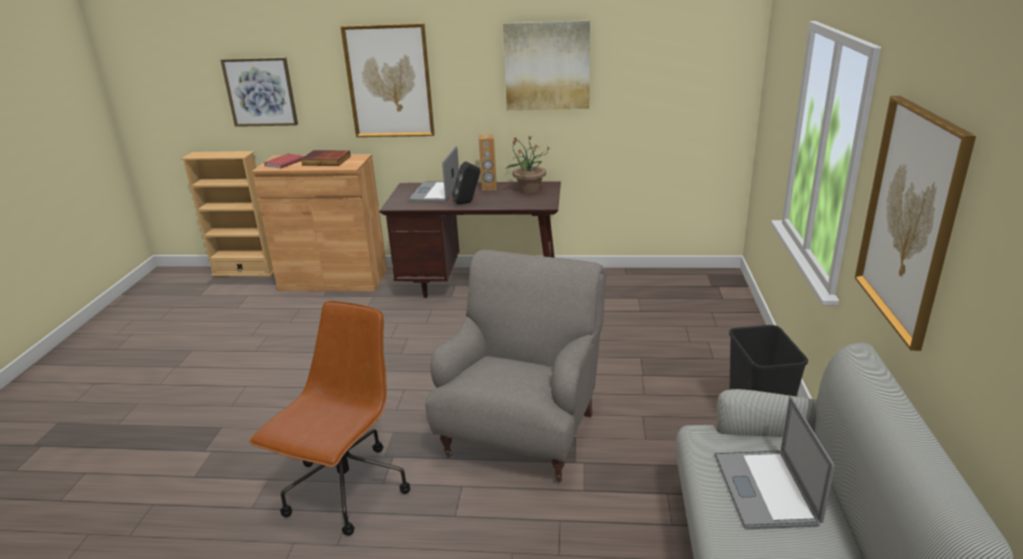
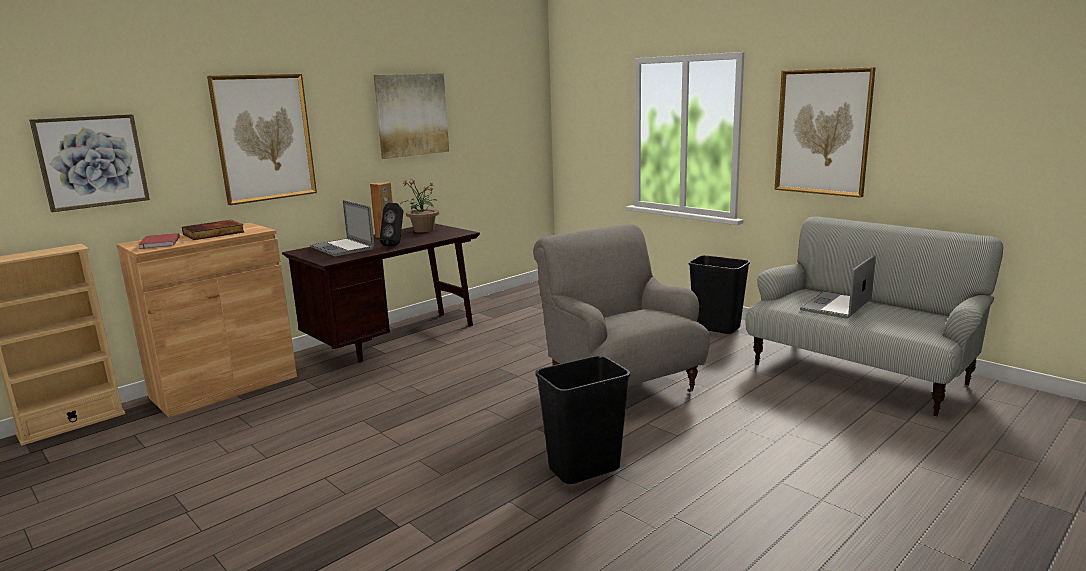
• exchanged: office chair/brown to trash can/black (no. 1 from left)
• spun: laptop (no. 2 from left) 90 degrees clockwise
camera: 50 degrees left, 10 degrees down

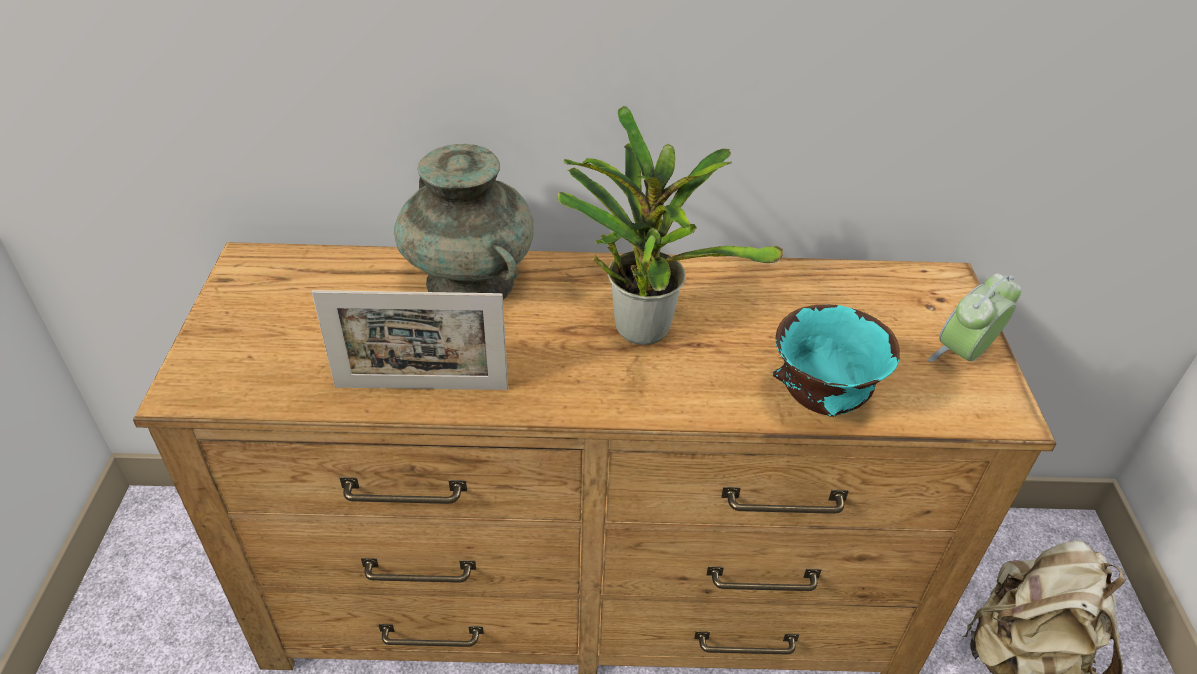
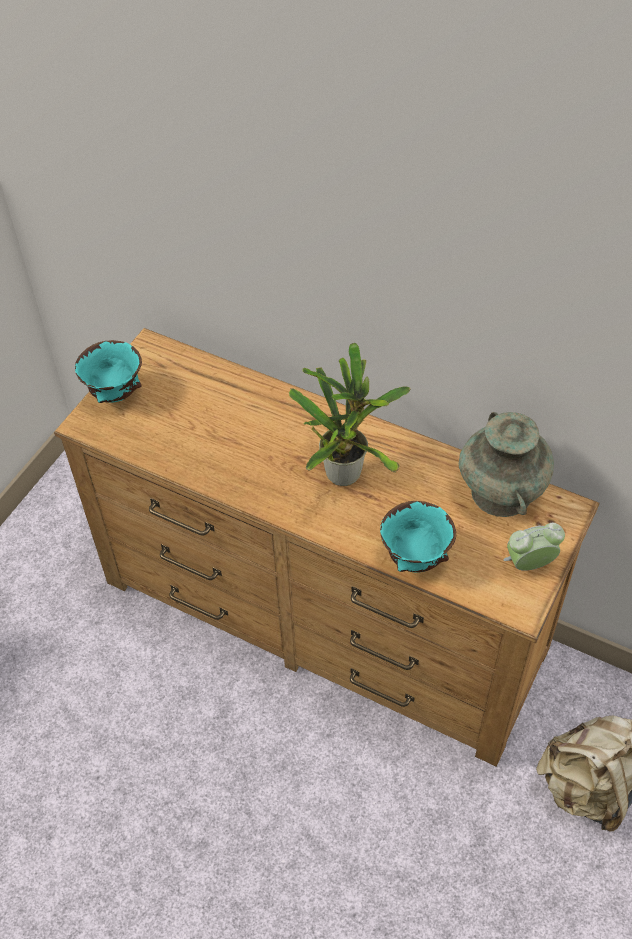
• missing: picture frame
• relocated: vase/turquoise
• appeared: bowl/turquoise (no. 1 from left)
camera: 30 degrees right, 10 degrees up

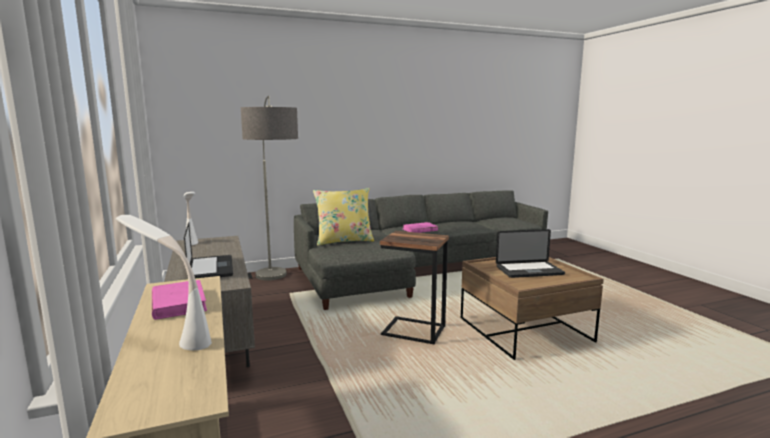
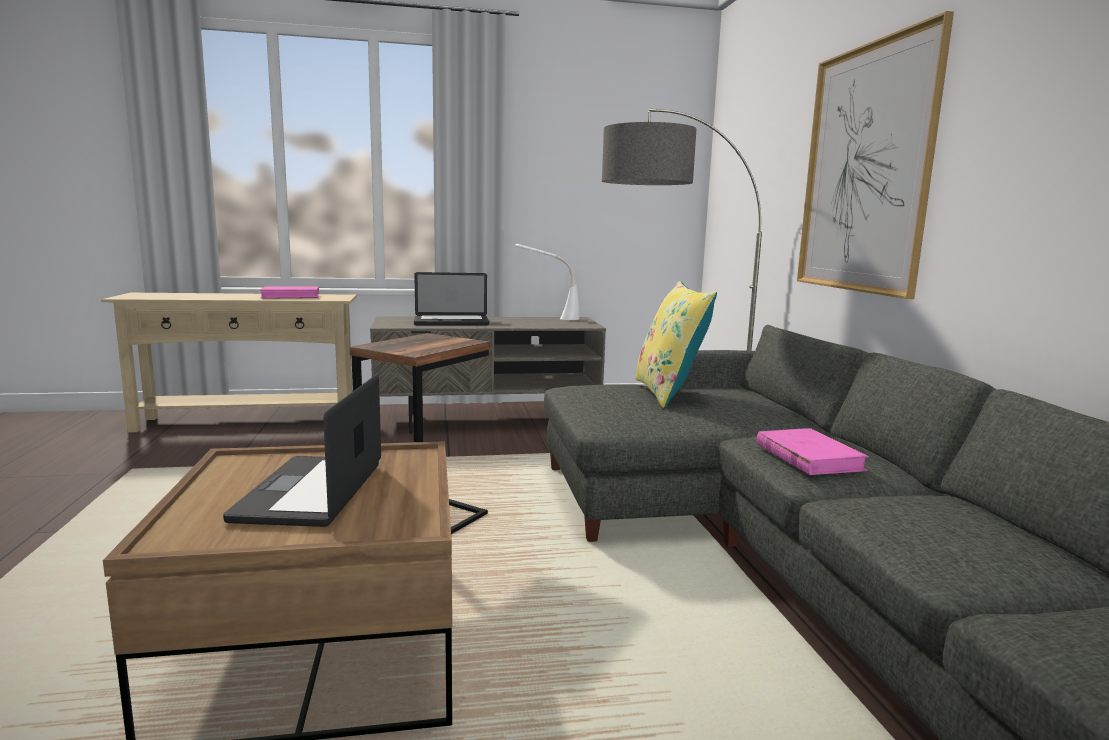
• missing: table lamp/white (no. 1 from left)
• appeared: picture
camera: 100 degrees right, 0 degrees up

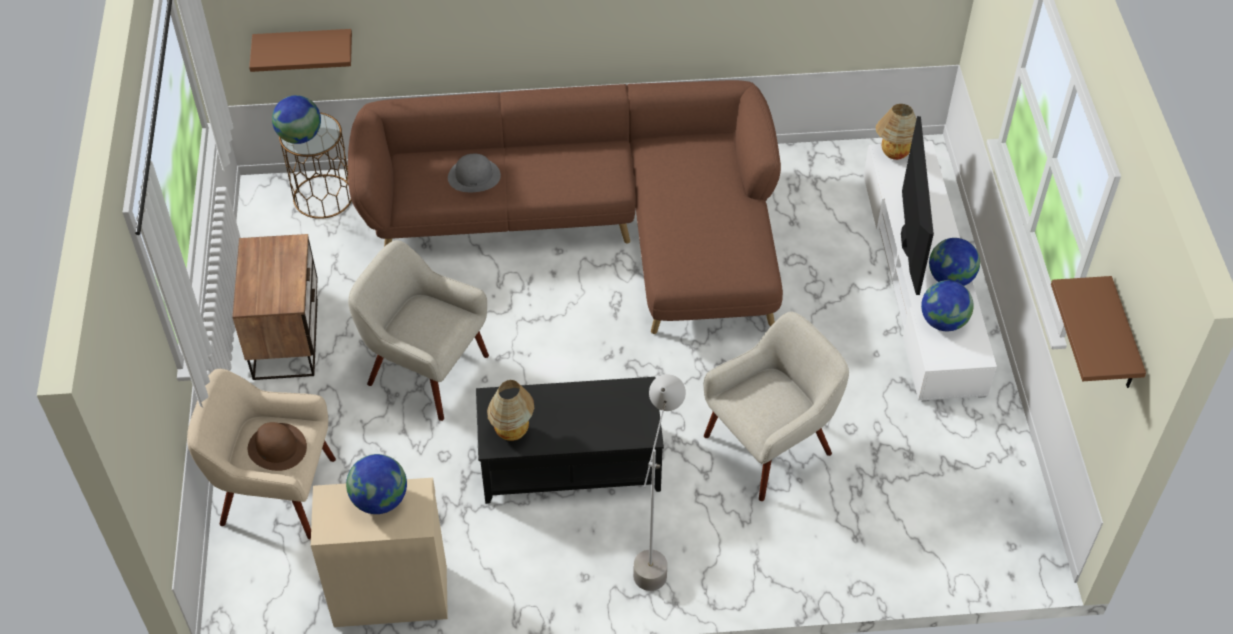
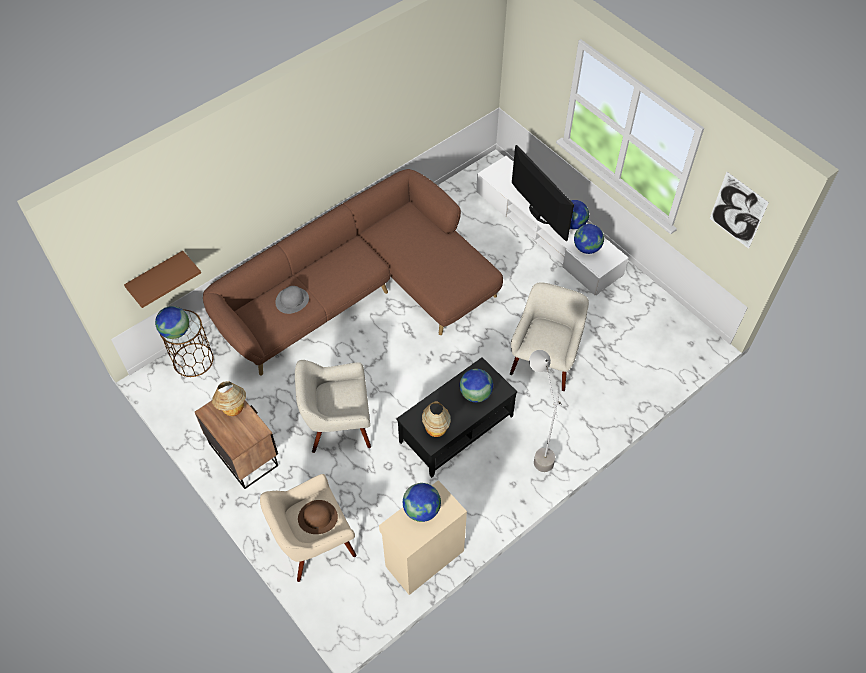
• relocated: table lamp (no. 2 from left in the first image) to table lamp (no. 1 from left)
• exchanged: shelf/brown (no. 2 from left) to picture
• appeared: globe (no. 3 from left)
camera: 35 degrees left, 5 degrees up

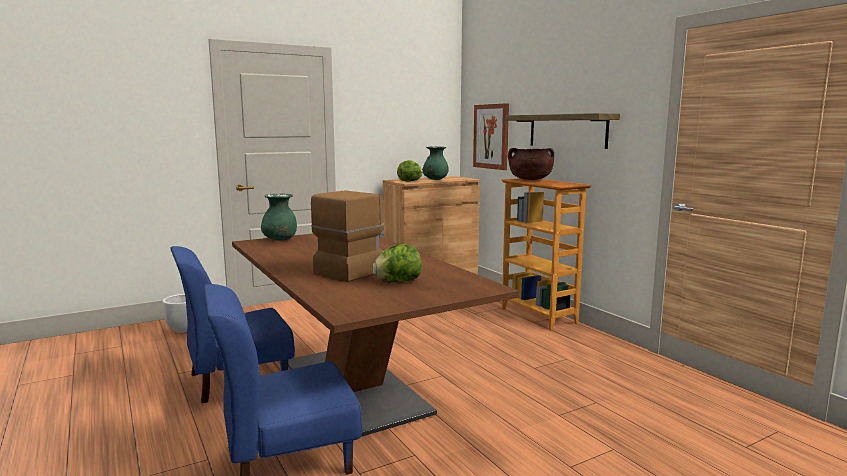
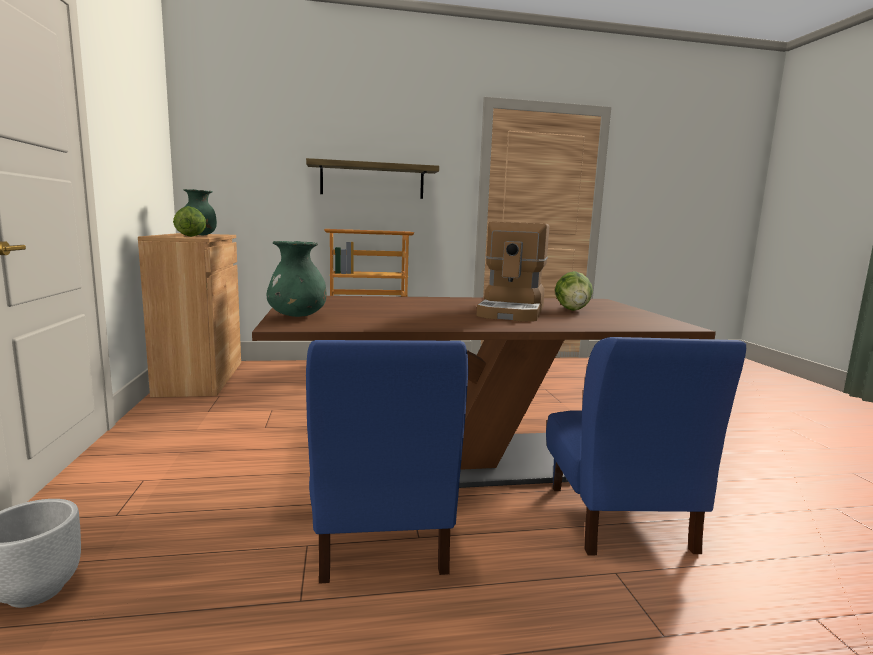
• spun: coffee machine 135 degrees counterclockwise
• missing: picture
• missing: cooking pot/brown
camera: 70 degrees left, 0 degrees up

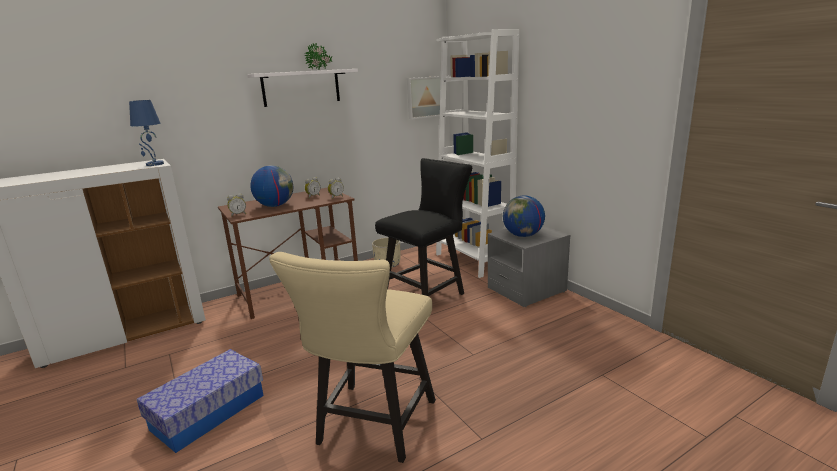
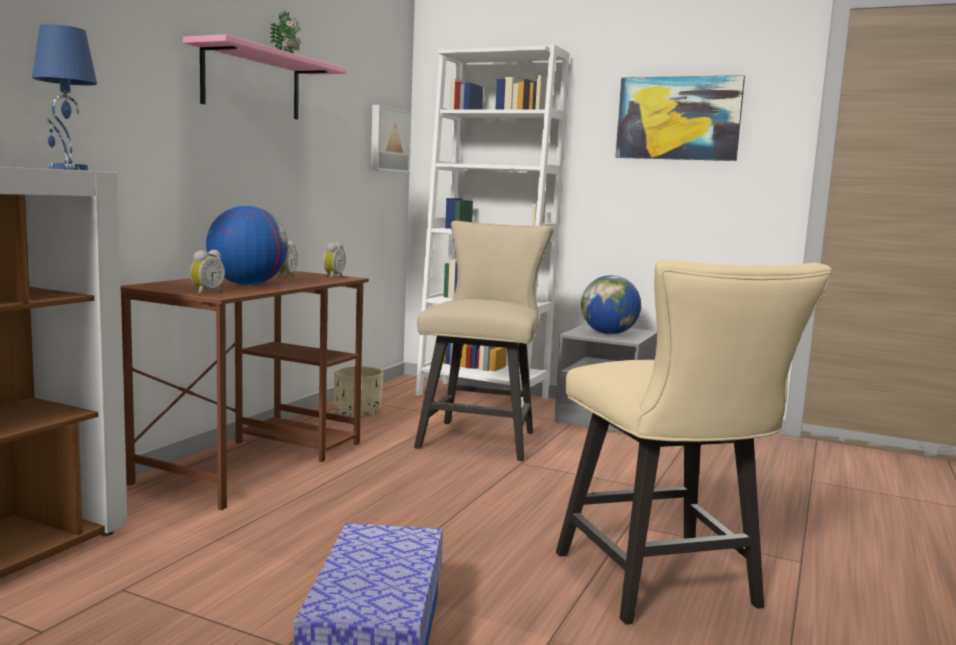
• colour: shelf/white to shelf/pink
• colour: chair/black to chair/beige (no. 1 from left)
• appeared: picture (no. 2 from left)
camera: 35 degrees left, 10 degrees down

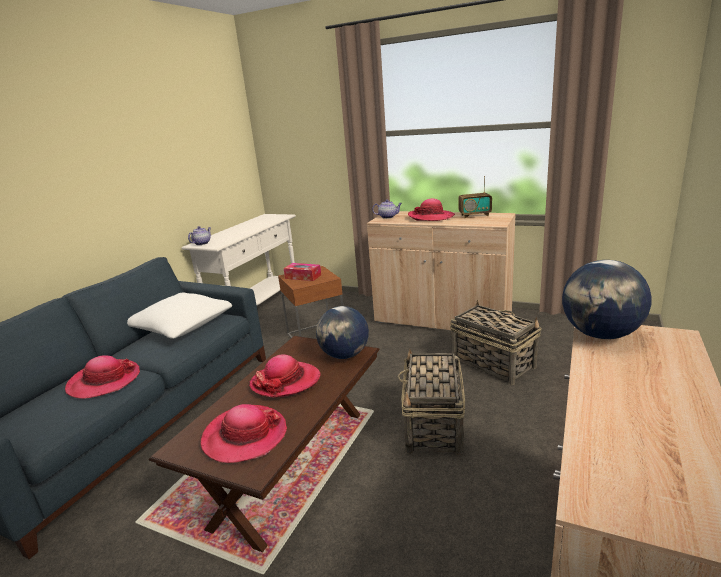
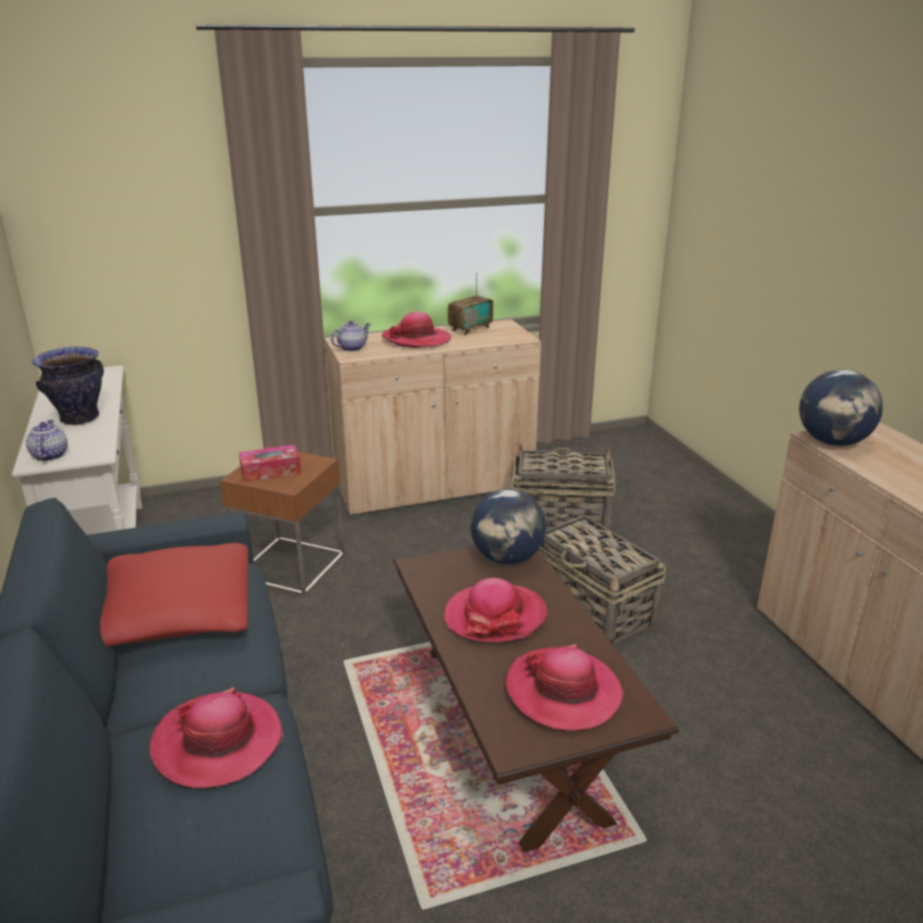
• colour: pillow/white to pillow/red
• appeared: vase
camera: 45 degrees left, 5 degrees up

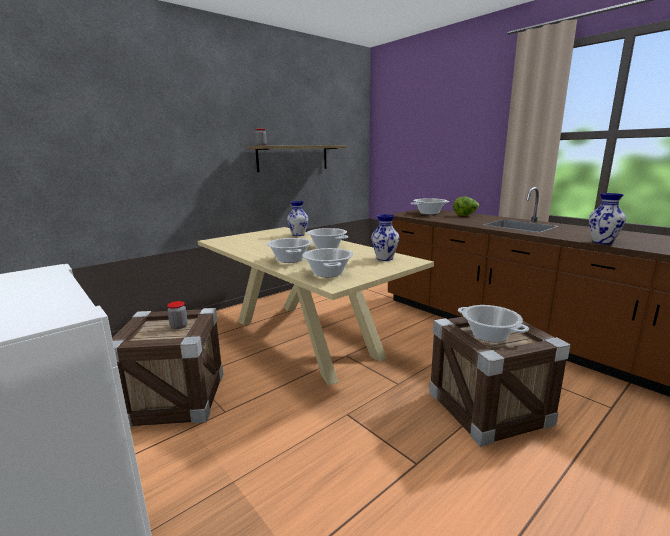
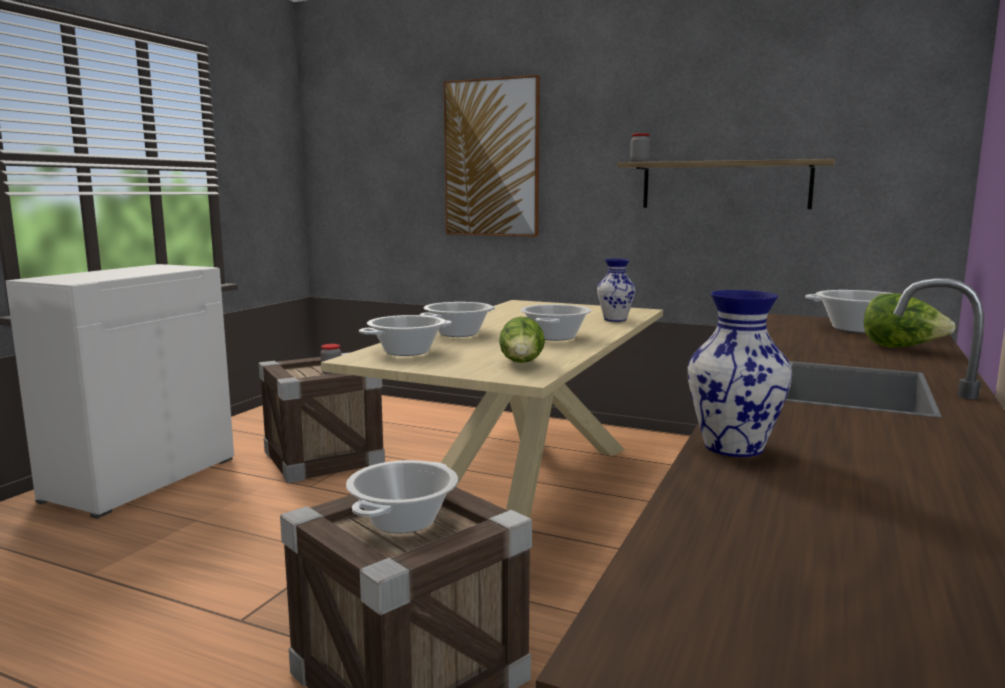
• exchanged: vase (no. 2 from left) to lettuce (no. 1 from left)
• appeared: picture
camera: 65 degrees right, 5 degrees down

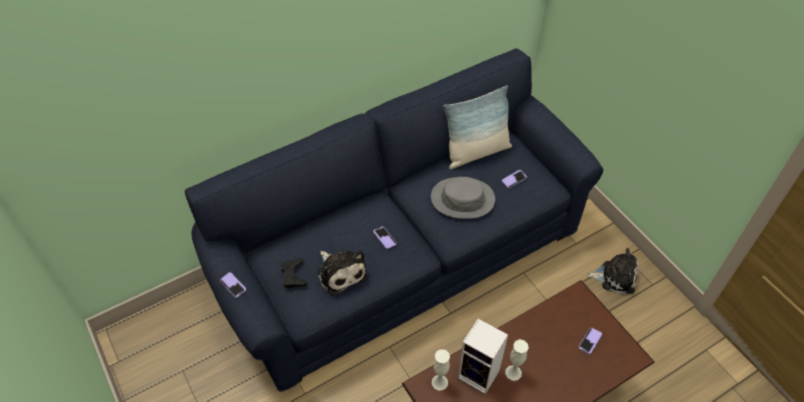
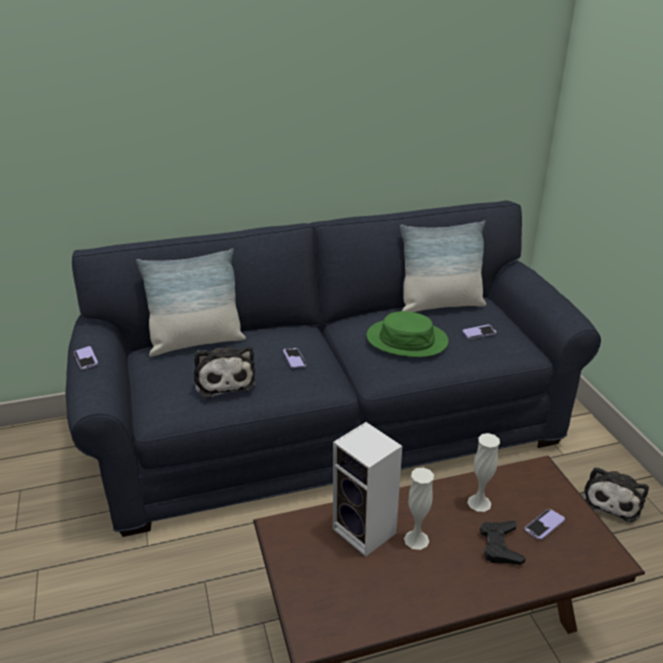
• relocated: game controller/black
• colour: hat/grey to hat/green
• relocated: vase/white (no. 1 from left in the first image) to vase/white (no. 2 from left)
• spun: plush toy (no. 2 from left) 90 degrees clockwise
• appeared: pillow (no. 1 from left)
camera: 15 degrees right, 20 degrees down

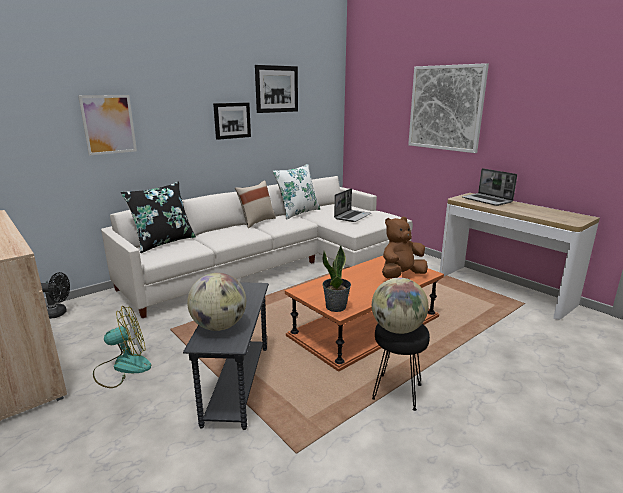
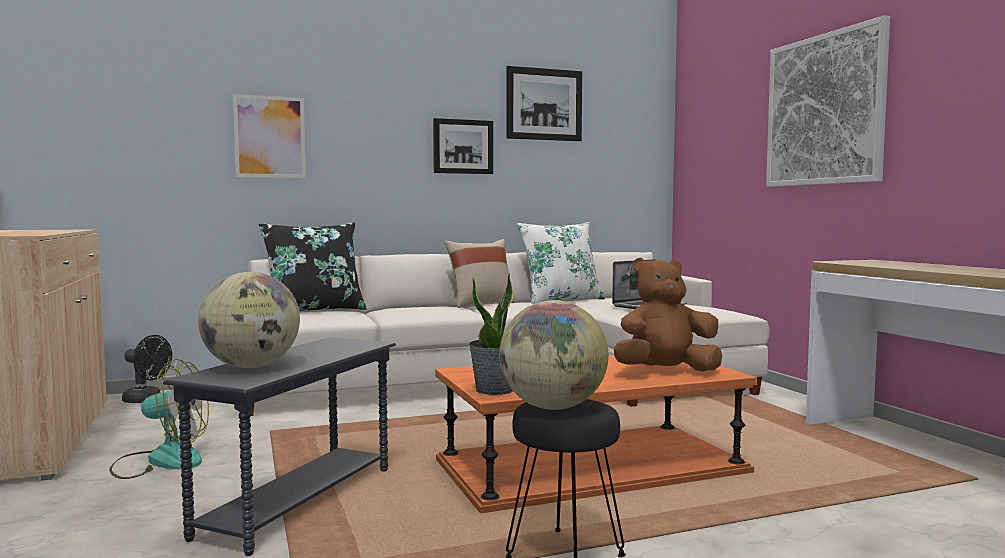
• missing: laptop (no. 2 from left)
camera: 20 degrees right, 15 degrees down

